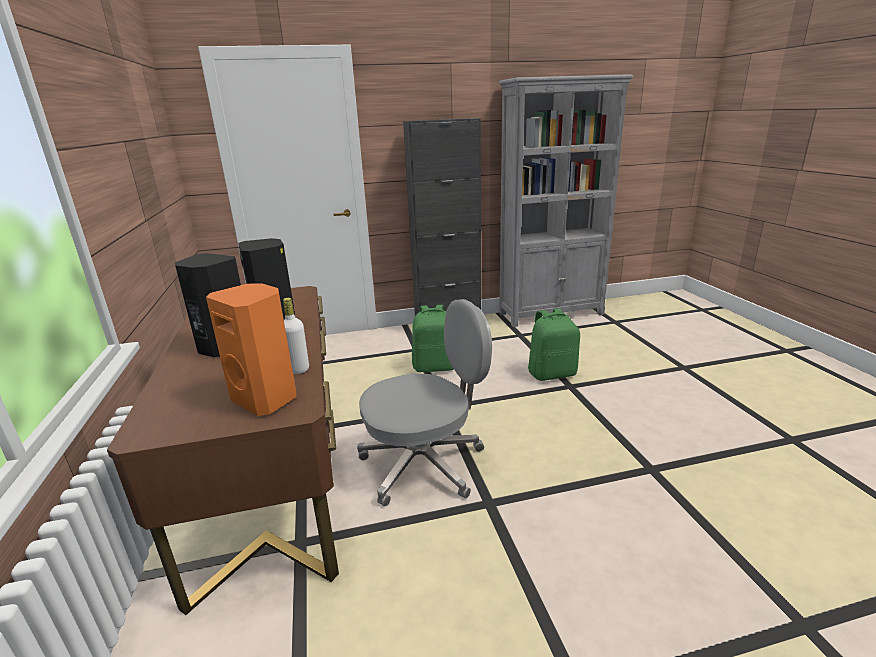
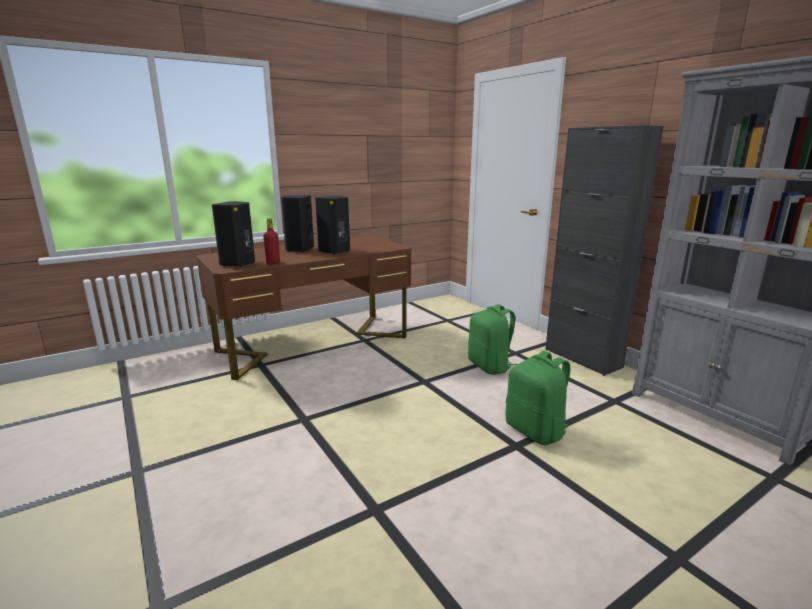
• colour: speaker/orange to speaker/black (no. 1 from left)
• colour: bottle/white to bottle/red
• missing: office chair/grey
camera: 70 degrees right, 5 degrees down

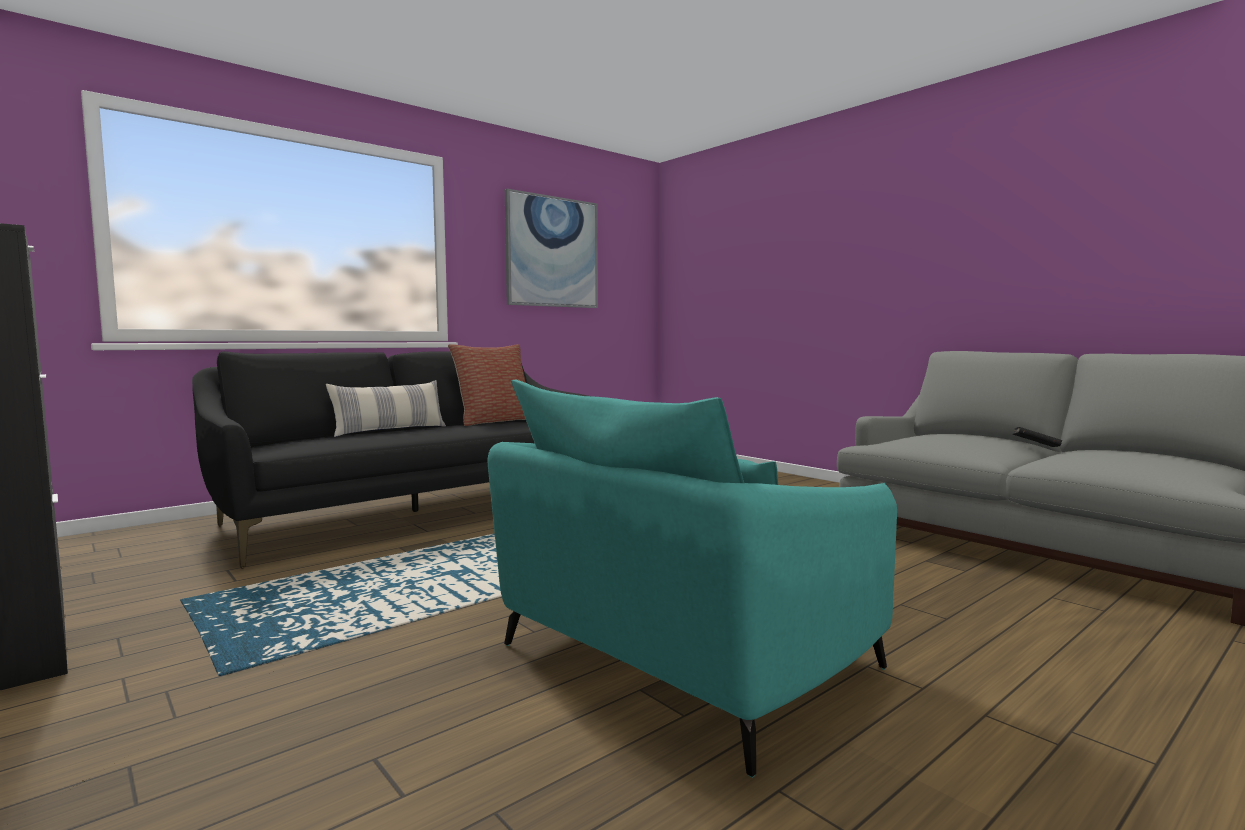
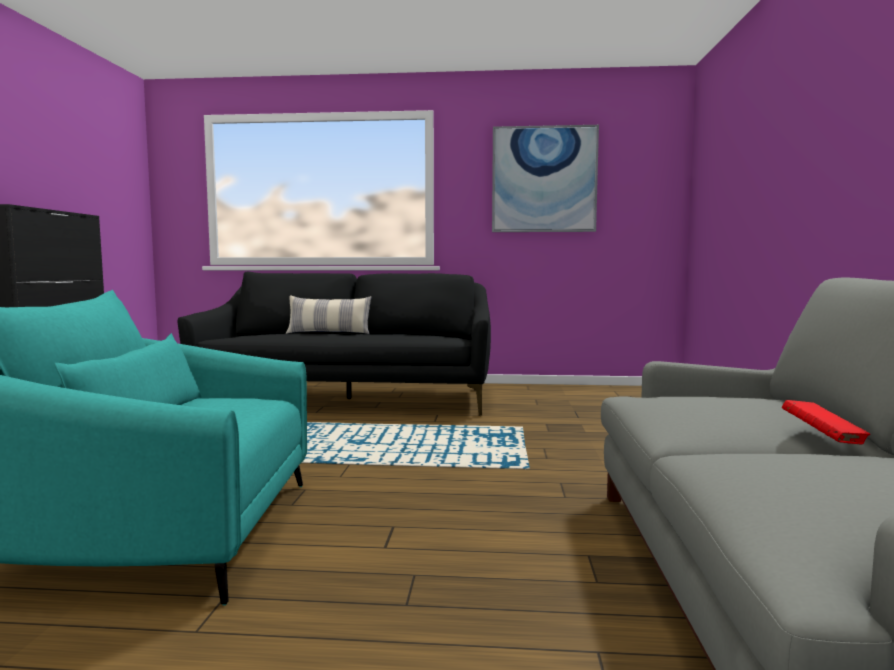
• missing: pillow (no. 2 from left)
• colour: book/black to book/red
camera: 45 degrees right, 0 degrees up

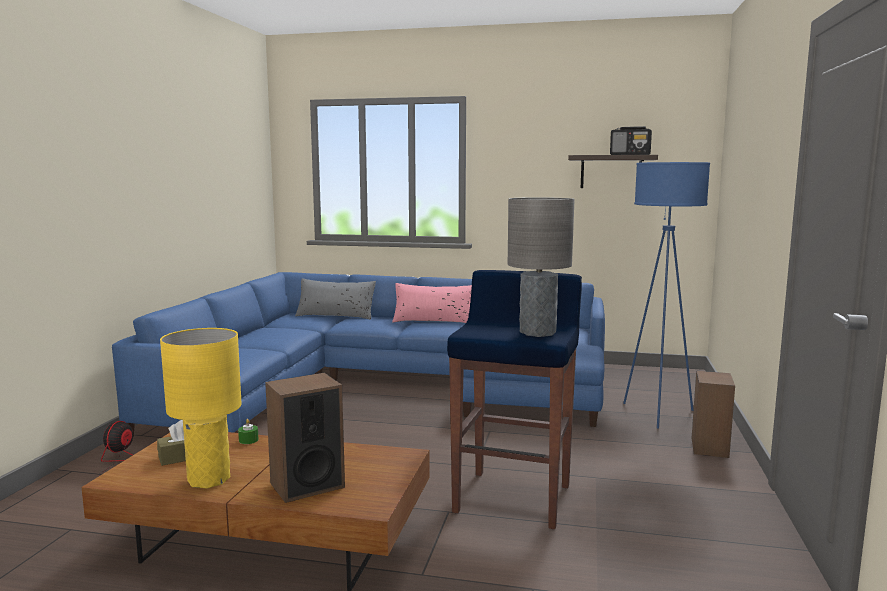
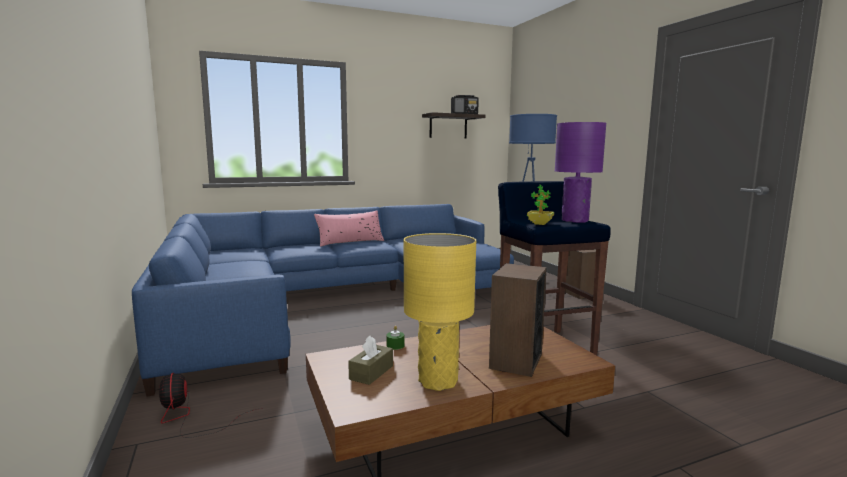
• missing: pillow/grey
• colour: table lamp/grey to table lamp/purple
• appeared: potted plant
camera: 35 degrees left, 0 degrees up

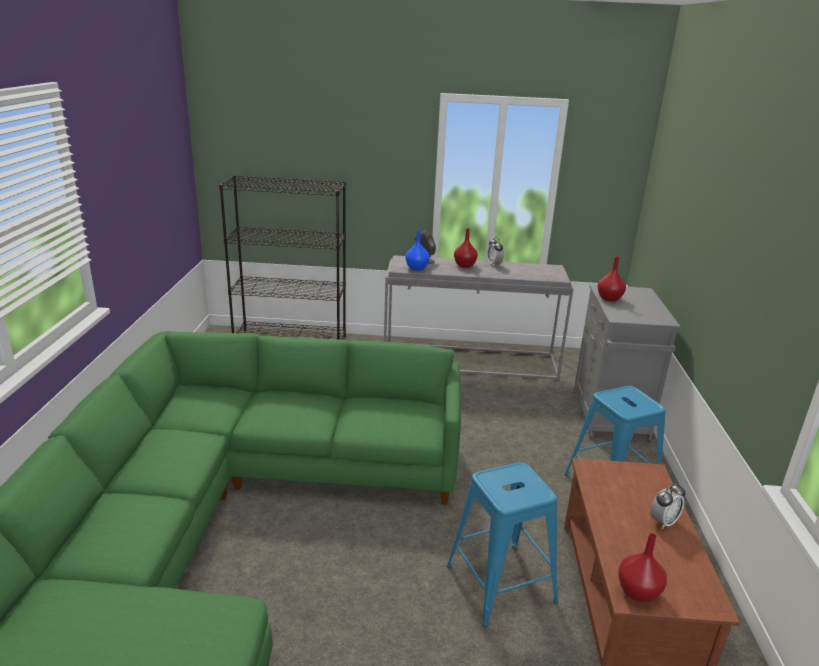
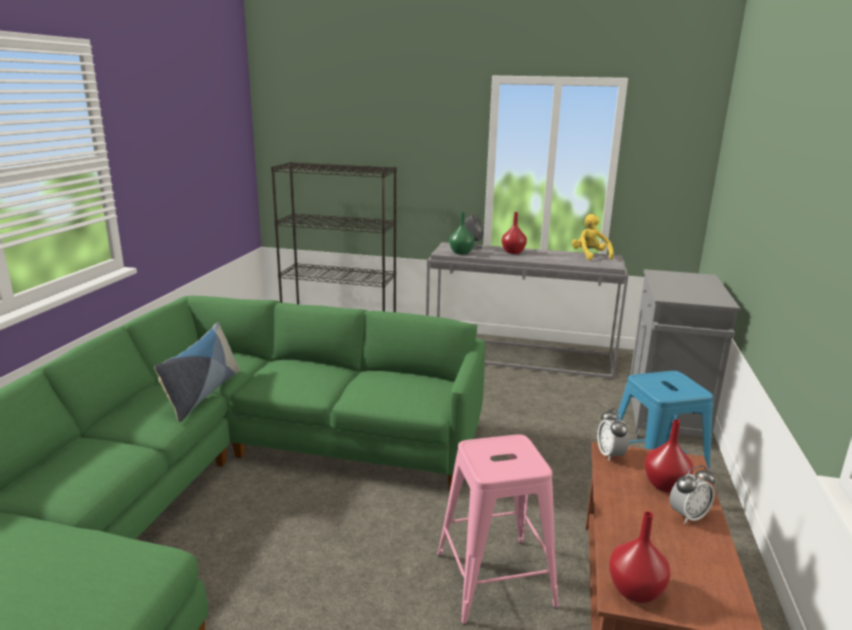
• colour: vase/blue to vase/green
• colour: stool/blue (no. 1 from left) to stool/pink
• relocated: alarm clock (no. 1 from left)
• relocated: vase/red (no. 2 from left in the first image) to vase/red (no. 3 from left)
• appeared: pillow
• appeared: plush toy/yellow
camera: 10 degrees right, 5 degrees down

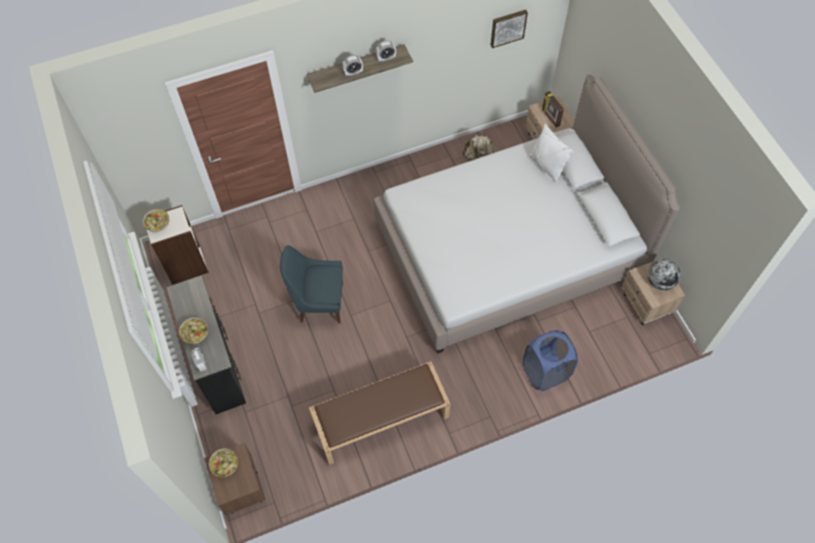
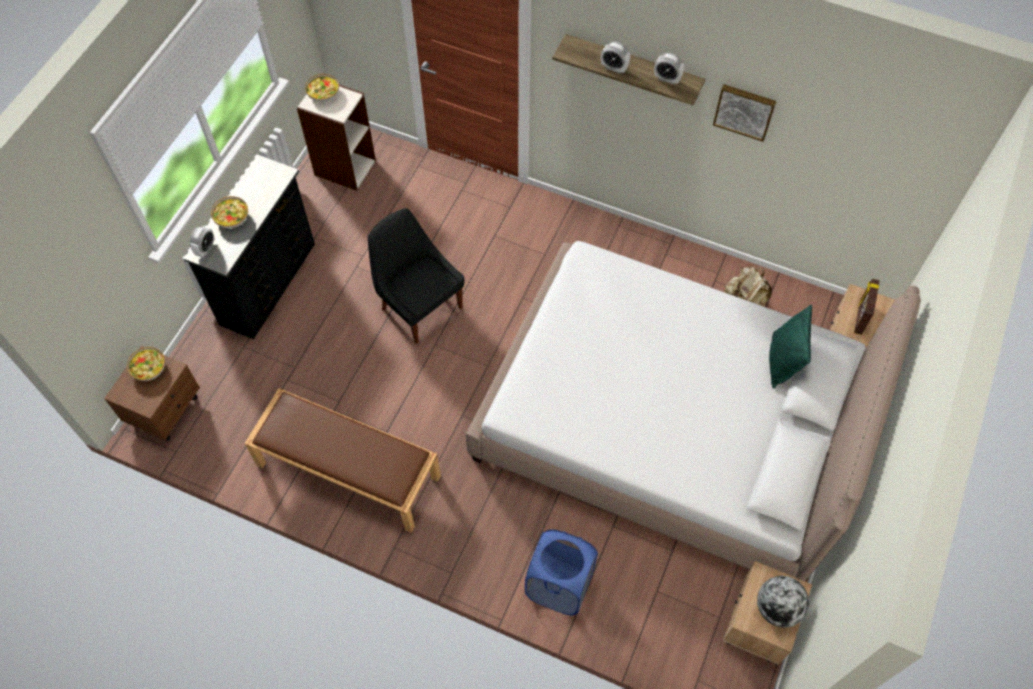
• colour: chair/blue to chair/black
• relocated: picture
• colour: pillow/white to pillow/green
camera: 45 degrees right, 0 degrees up

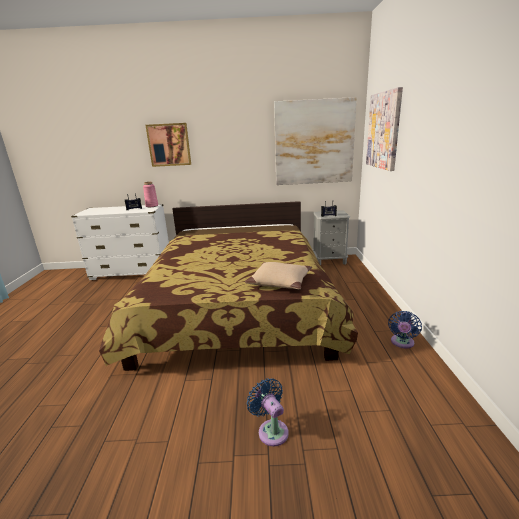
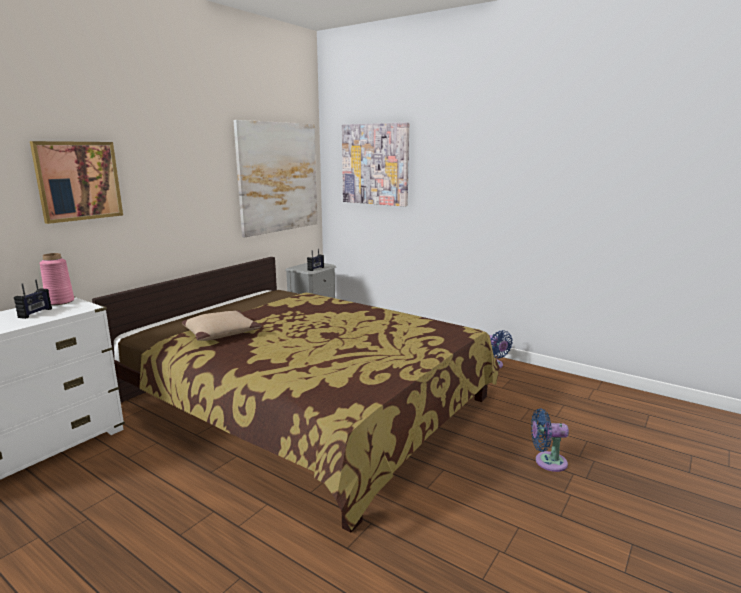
• relocated: pillow/beige
camera: 55 degrees left, 5 degrees down

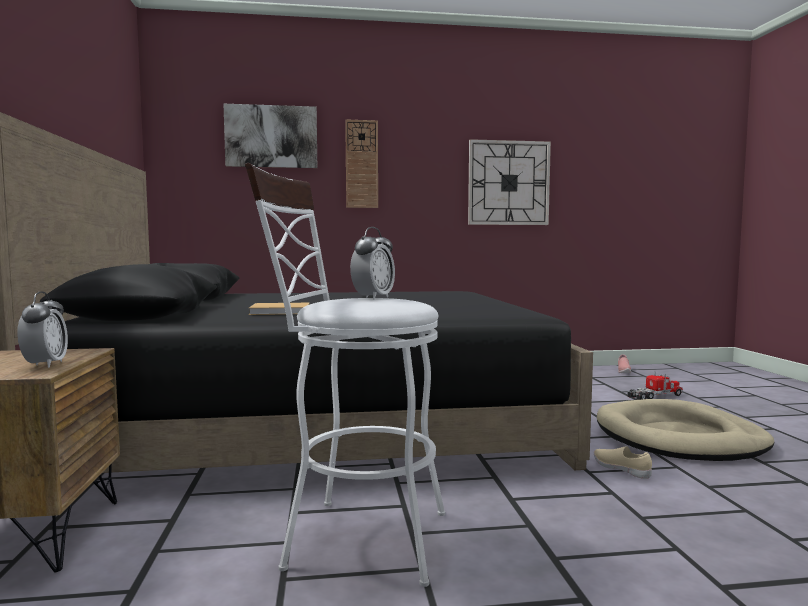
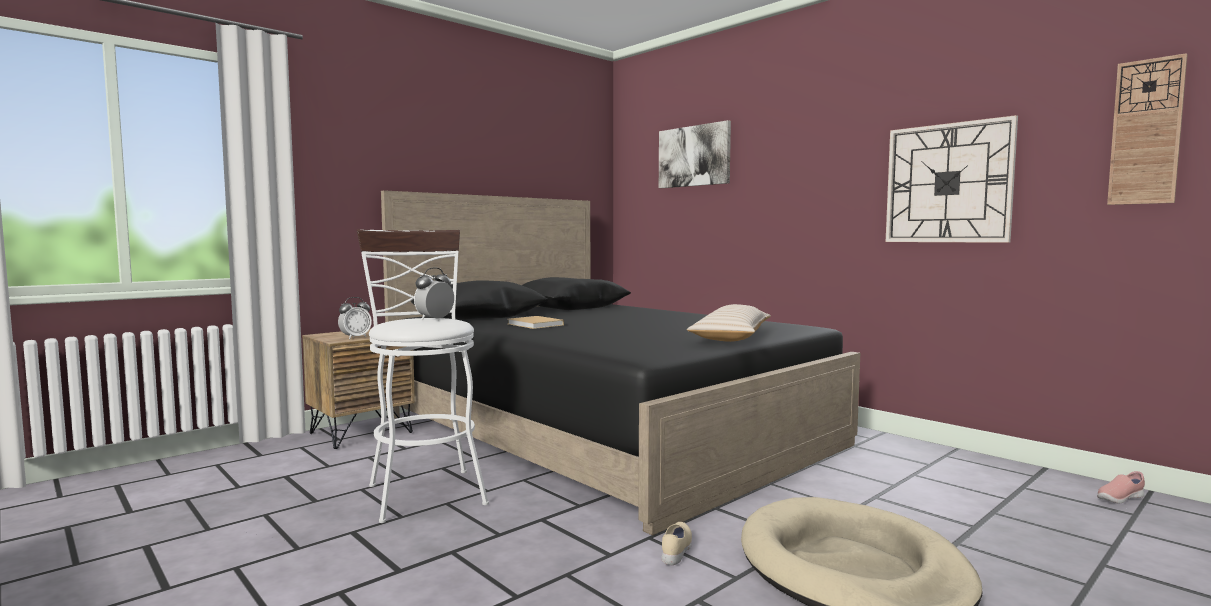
• relocated: wall clock (no. 1 from left in the first image) to wall clock (no. 2 from left)
• spun: alarm clock (no. 2 from left) 135 degrees clockwise
• missing: toy truck
• appeared: pillow/beige
camera: 55 degrees right, 0 degrees up

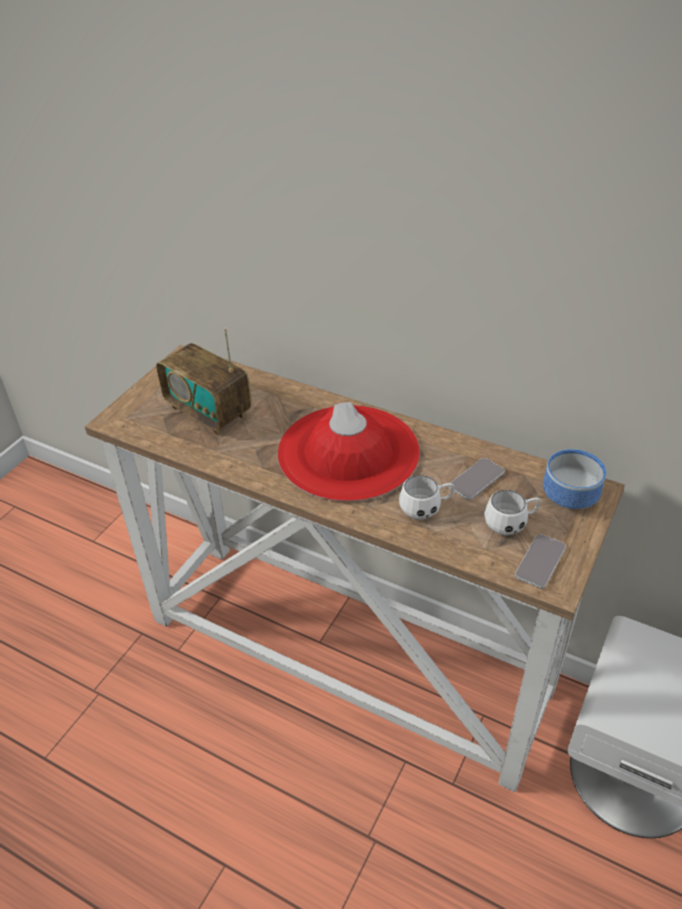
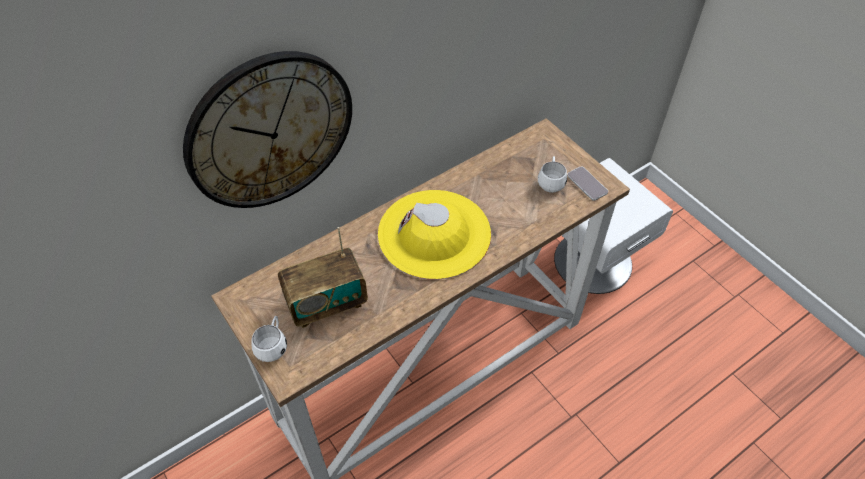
• colour: hat/red to hat/yellow
• relocated: mug/white (no. 1 from left)
• missing: phone (no. 1 from left)
• missing: bowl
• appeared: wall clock
camera: 65 degrees left, 10 degrees up

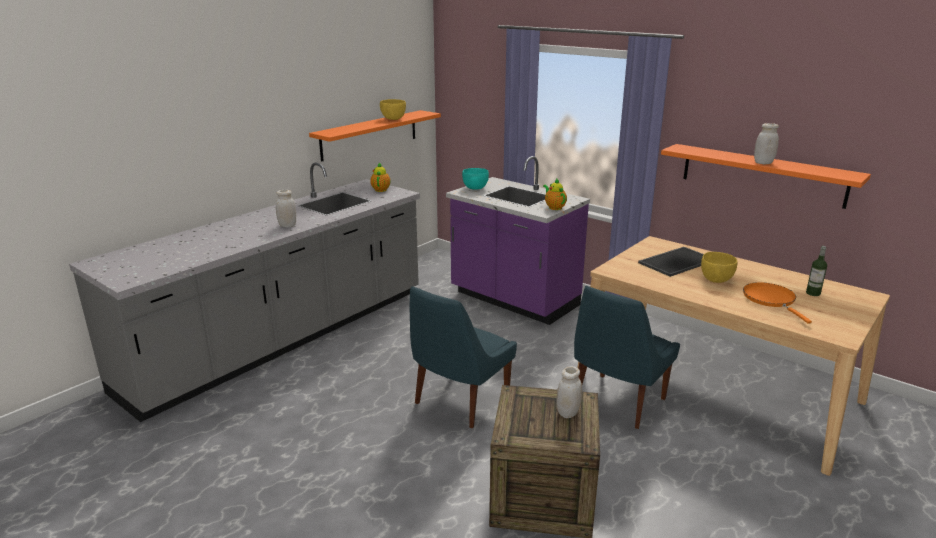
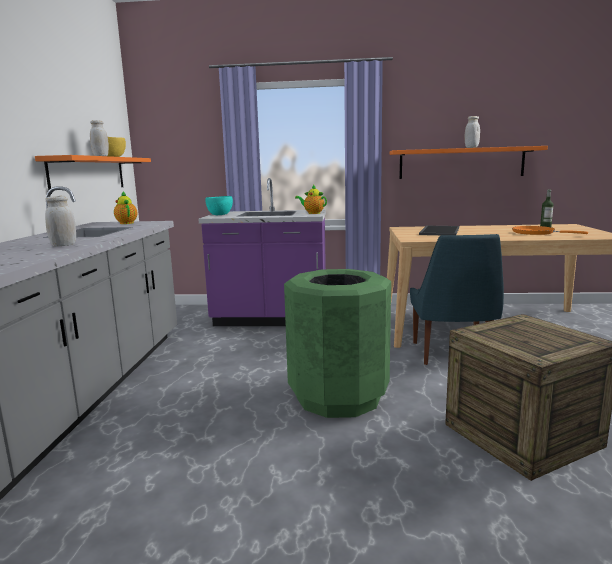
• exchanged: chair/blue (no. 1 from left) to trash can/green
• relocated: jar/white (no. 2 from left)
• missing: bowl/yellow (no. 2 from left)
camera: 35 degrees left, 10 degrees down

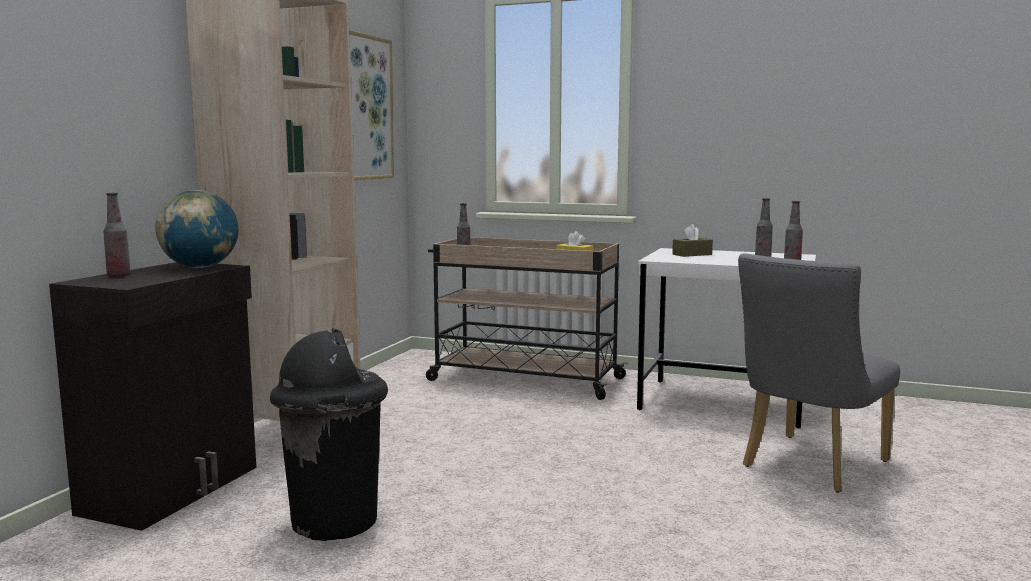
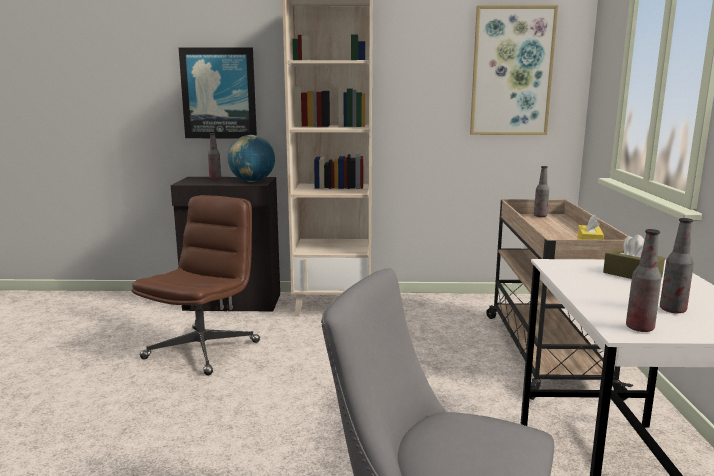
• exchanged: trash can/black to office chair/brown
• appeared: picture (no. 1 from left)
camera: 70 degrees right, 5 degrees up

